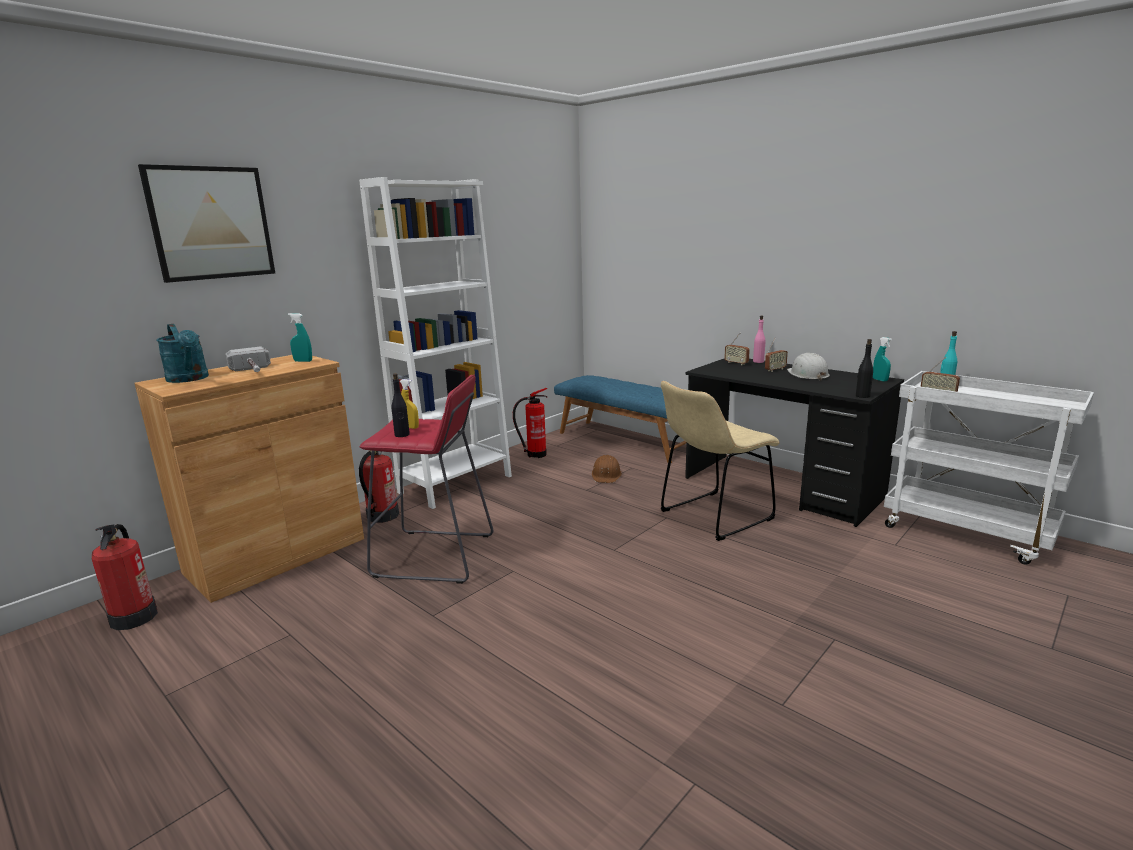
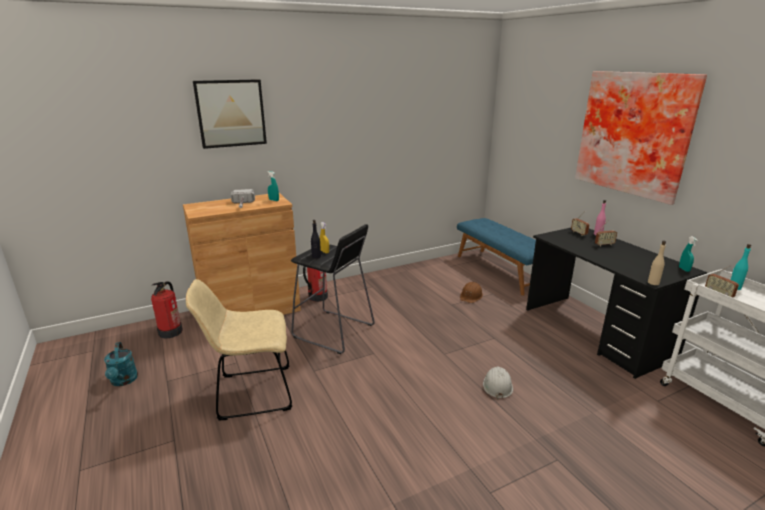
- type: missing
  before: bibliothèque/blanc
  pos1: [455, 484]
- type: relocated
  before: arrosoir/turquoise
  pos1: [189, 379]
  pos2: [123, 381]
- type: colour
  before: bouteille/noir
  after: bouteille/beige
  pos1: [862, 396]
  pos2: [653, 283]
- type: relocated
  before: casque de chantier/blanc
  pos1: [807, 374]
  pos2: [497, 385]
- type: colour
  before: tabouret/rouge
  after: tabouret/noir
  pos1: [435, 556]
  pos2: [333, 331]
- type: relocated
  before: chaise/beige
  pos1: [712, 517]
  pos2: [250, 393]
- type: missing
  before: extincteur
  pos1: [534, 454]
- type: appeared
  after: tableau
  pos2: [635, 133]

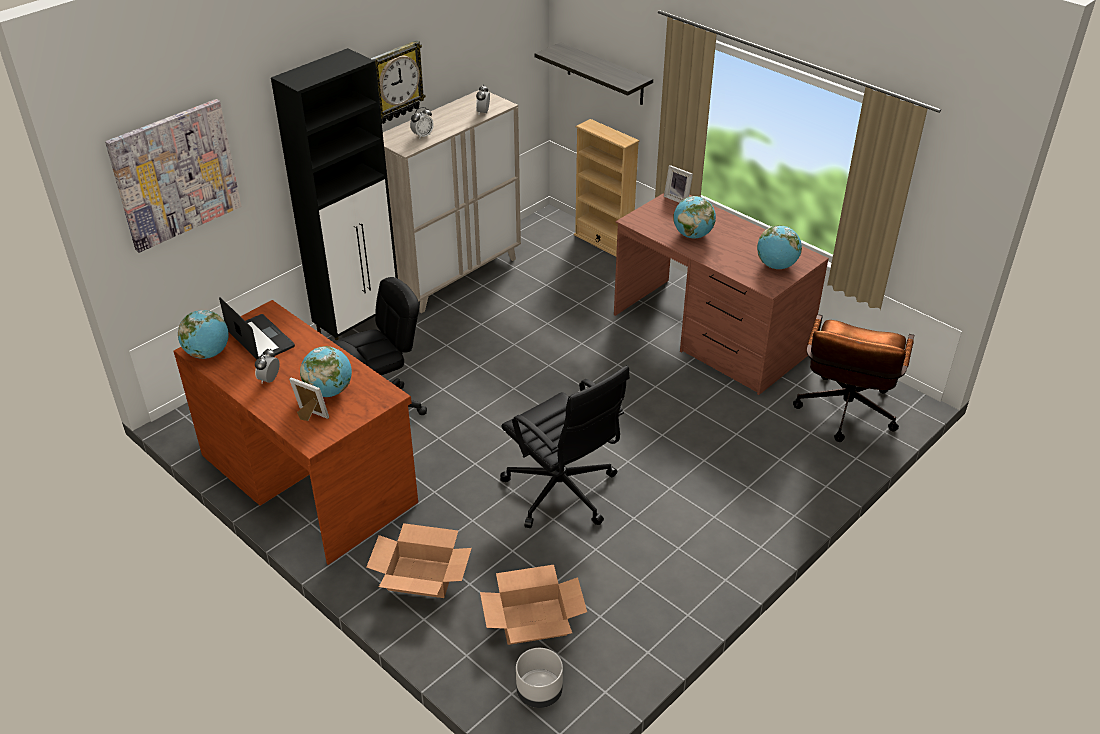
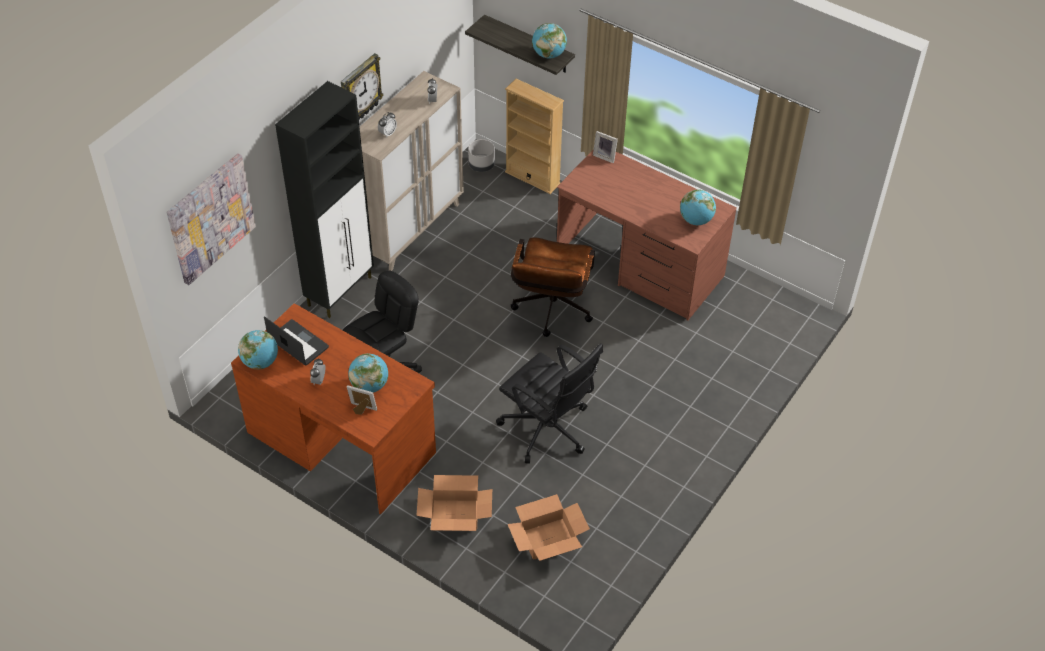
- type: relocated
  before: globe
  pos1: [692, 235]
  pos2: [549, 54]
- type: relocated
  before: chaise de bureau/marron
  pos1: [844, 415]
  pos2: [551, 312]
- type: relocated
  before: cache-pot/gris
  pos1: [539, 692]
  pos2: [481, 166]

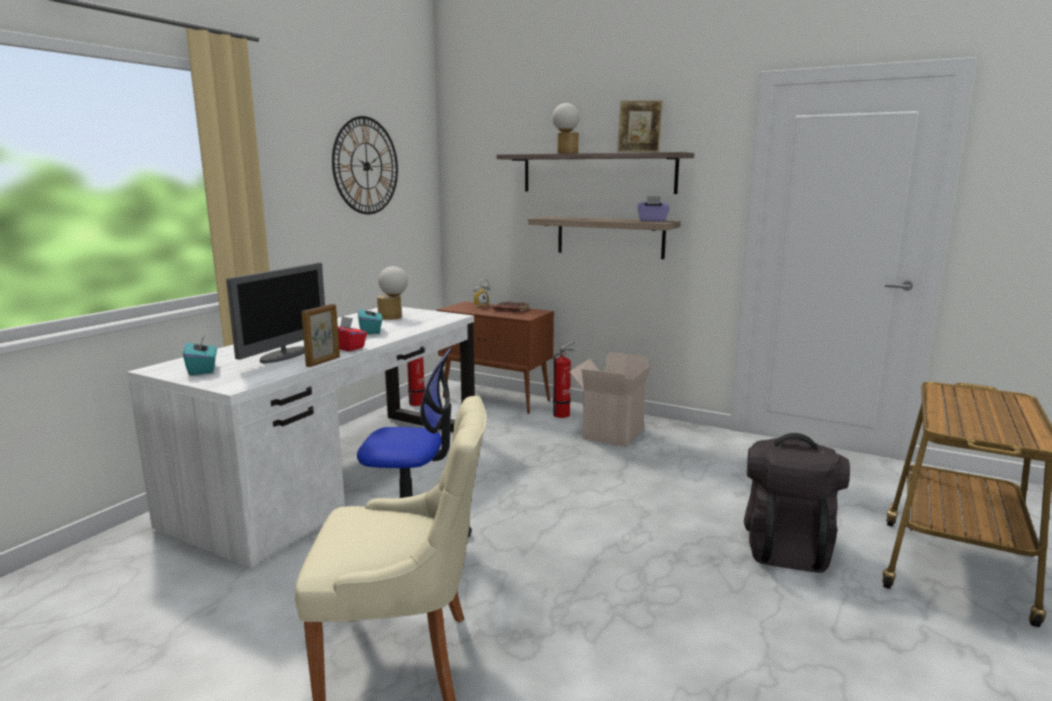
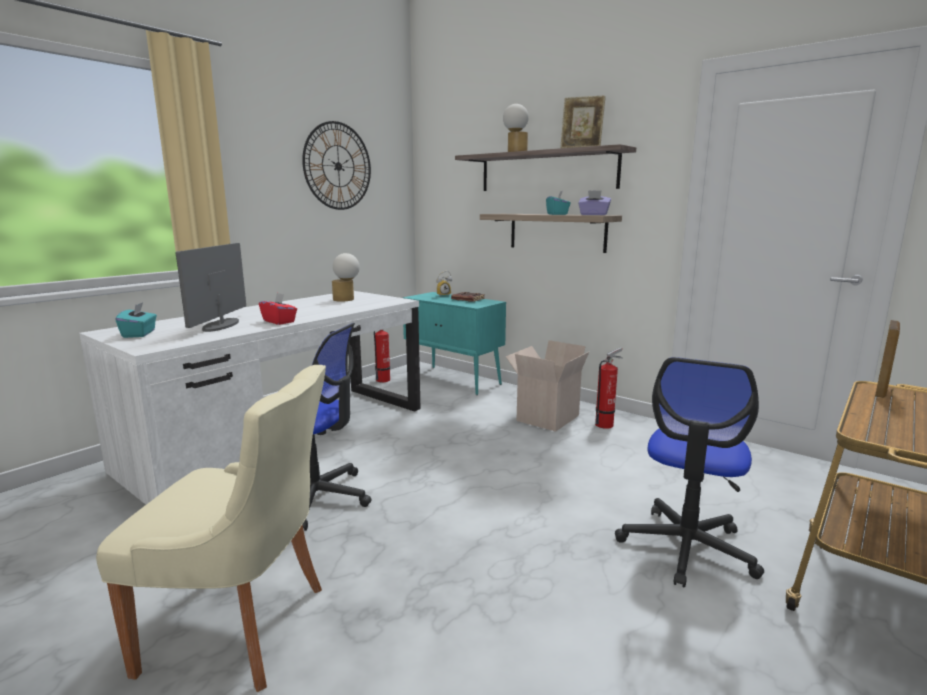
- type: spun
  before: écran d'ordinateur
  pos1: [285, 355]
  pos2: [220, 325]
  turn: 150
- type: colour
  before: meuble de rangement/marron
  after: meuble de rangement/turquoise
  pos1: [497, 399]
  pos2: [454, 380]
- type: relocated
  before: cadre photo
  pos1: [323, 361]
  pos2: [881, 390]
- type: relocated
  before: boîte à mouchoirs/turquoise
  pos1: [370, 331]
  pos2: [557, 214]
- type: relocated
  before: extincteur
  pos1: [563, 414]
  pos2: [606, 424]
- type: exchanged
  before: sac à dos/noir
  after: chaise de bureau
  pos1: [786, 546]
  pos2: [686, 548]

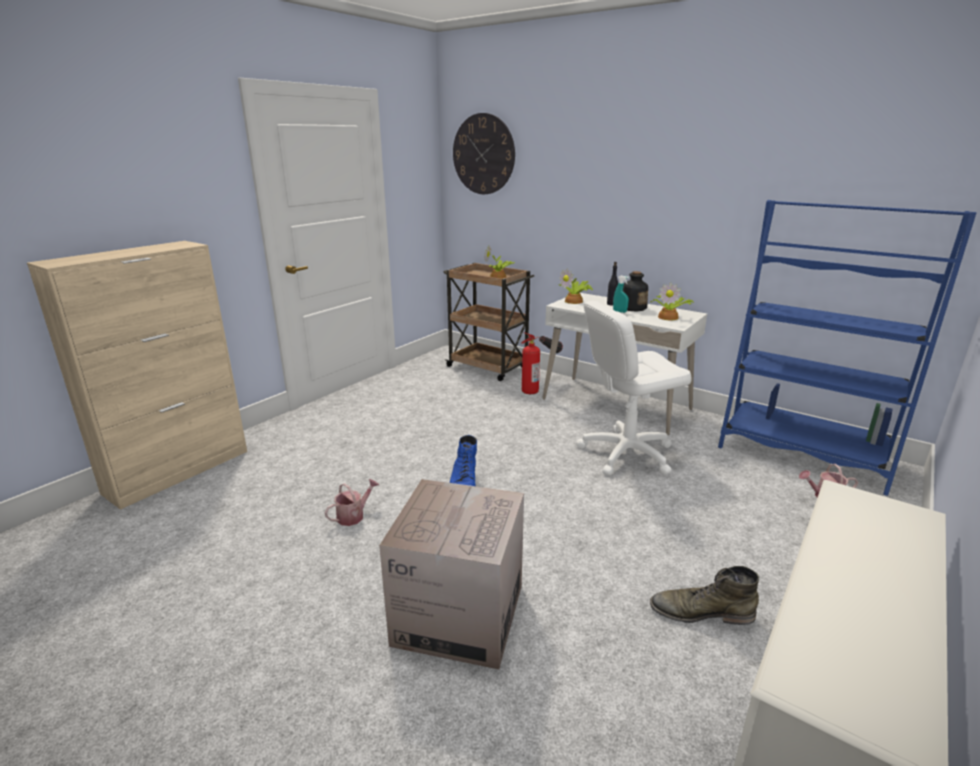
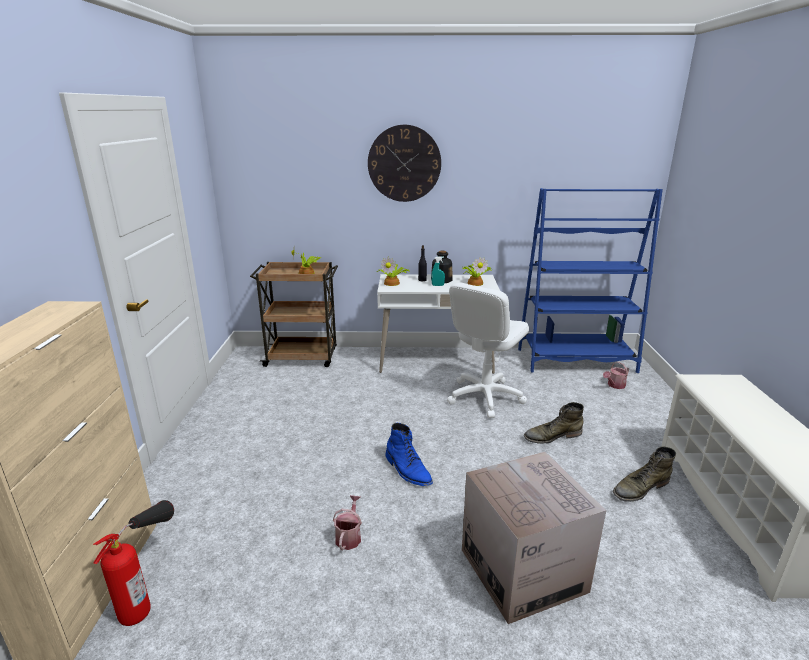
- type: relocated
  before: horloge murale
  pos1: [483, 154]
  pos2: [404, 164]
- type: relocated
  before: extincteur
  pos1: [539, 386]
  pos2: [150, 589]
- type: appeared
  after: botte/vert
  pos2: [552, 436]

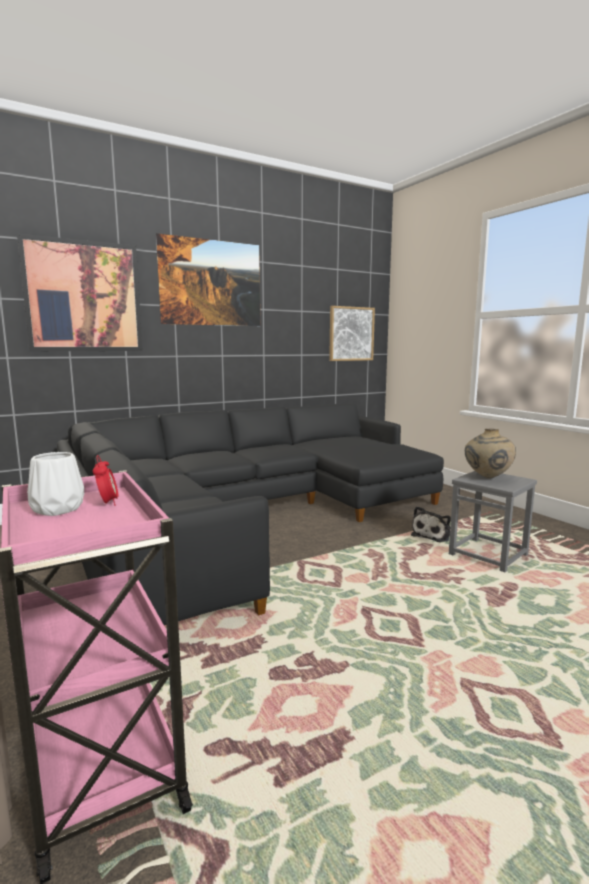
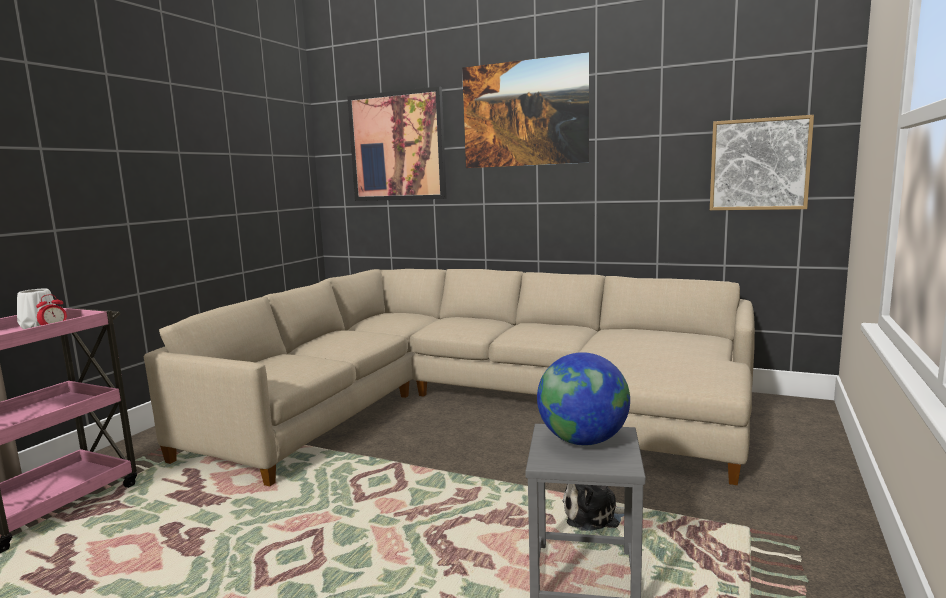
- type: colour
  before: canapé/noir
  after: canapé/beige
  pos1: [248, 518]
  pos2: [477, 405]
- type: exchanged
  before: vase/beige
  after: globe
  pos1: [487, 478]
  pos2: [583, 441]

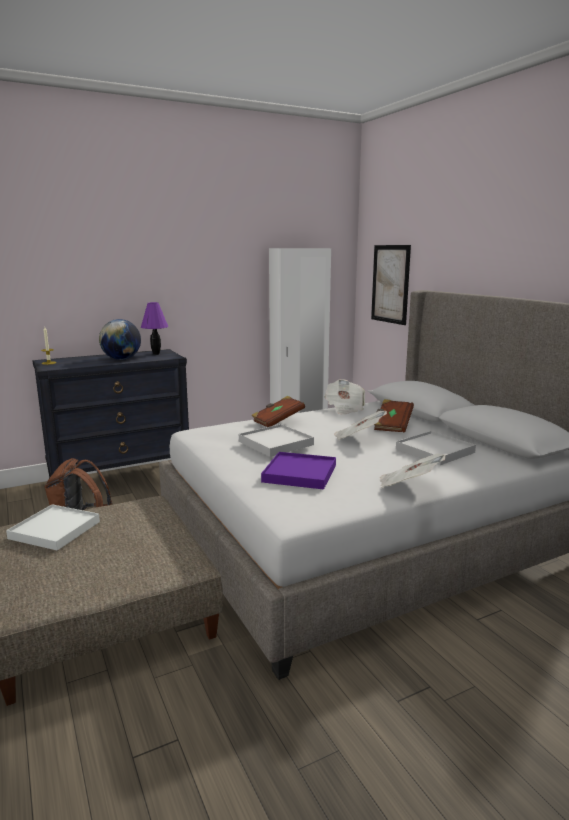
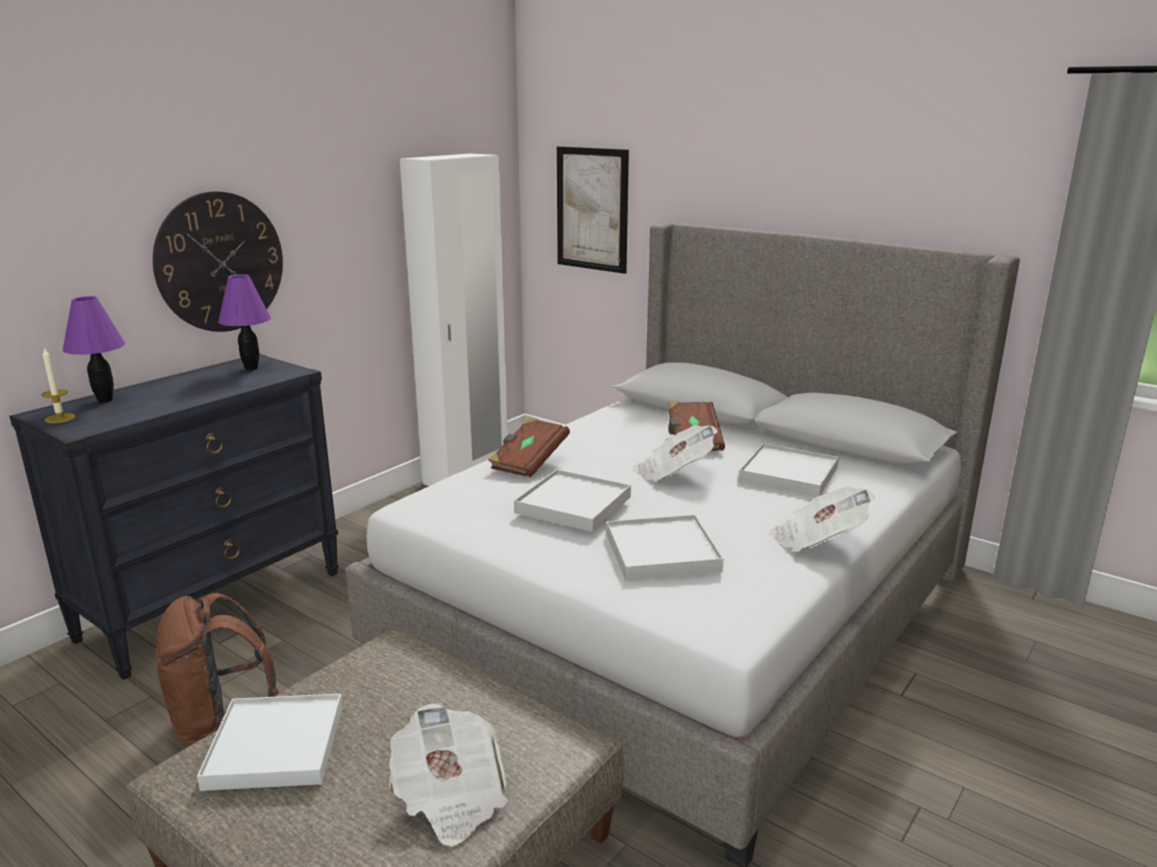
- type: missing
  before: globe
  pos1: [121, 359]
- type: relocated
  before: journal
  pos1: [344, 408]
  pos2: [450, 798]
- type: colour
  before: plateau/violet
  after: plateau/blanc
  pos1: [300, 474]
  pos2: [662, 552]
- type: appeared
  after: horloge murale
  pos2: [220, 262]
- type: appeared
  after: lampe de table/violet
  pos2: [104, 400]

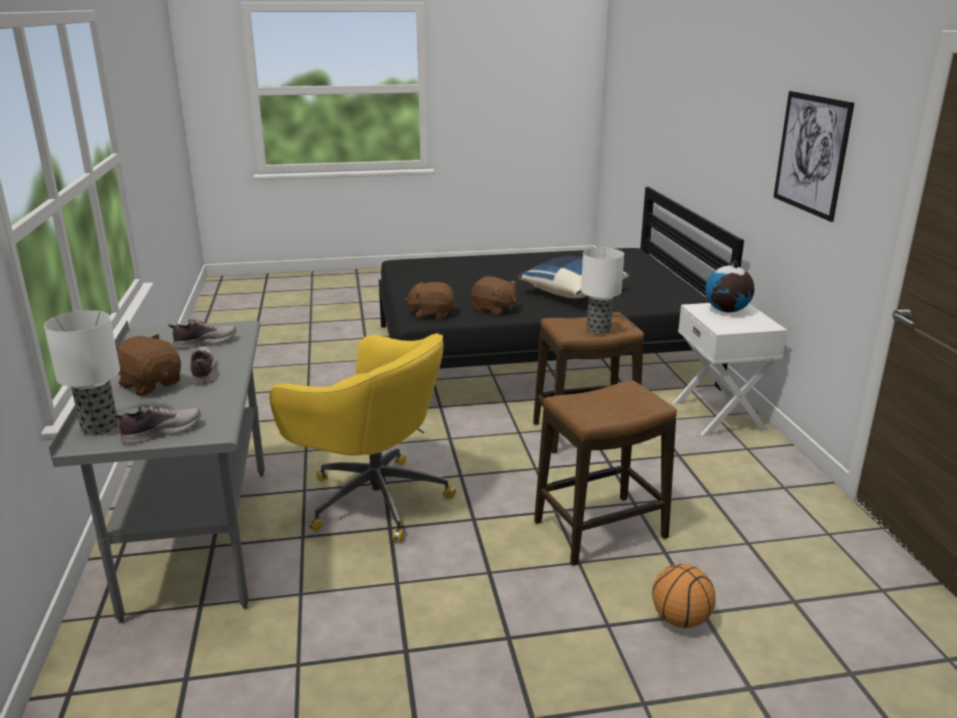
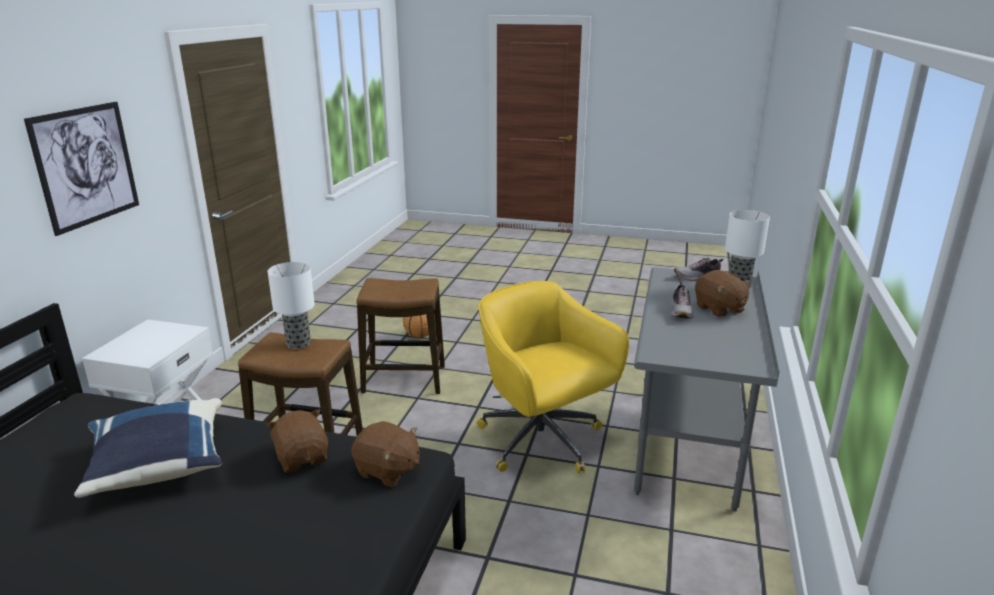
- type: missing
  before: globe
  pos1: [727, 311]
- type: missing
  before: chaussure
  pos1: [205, 342]

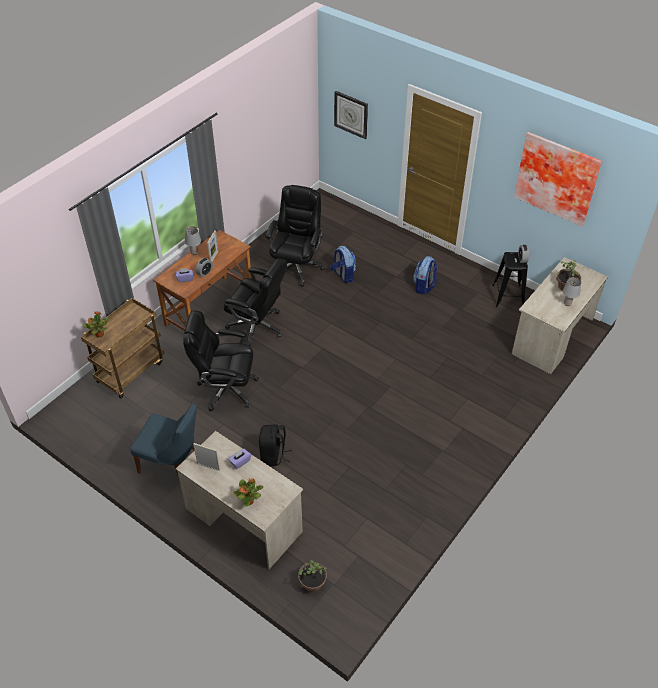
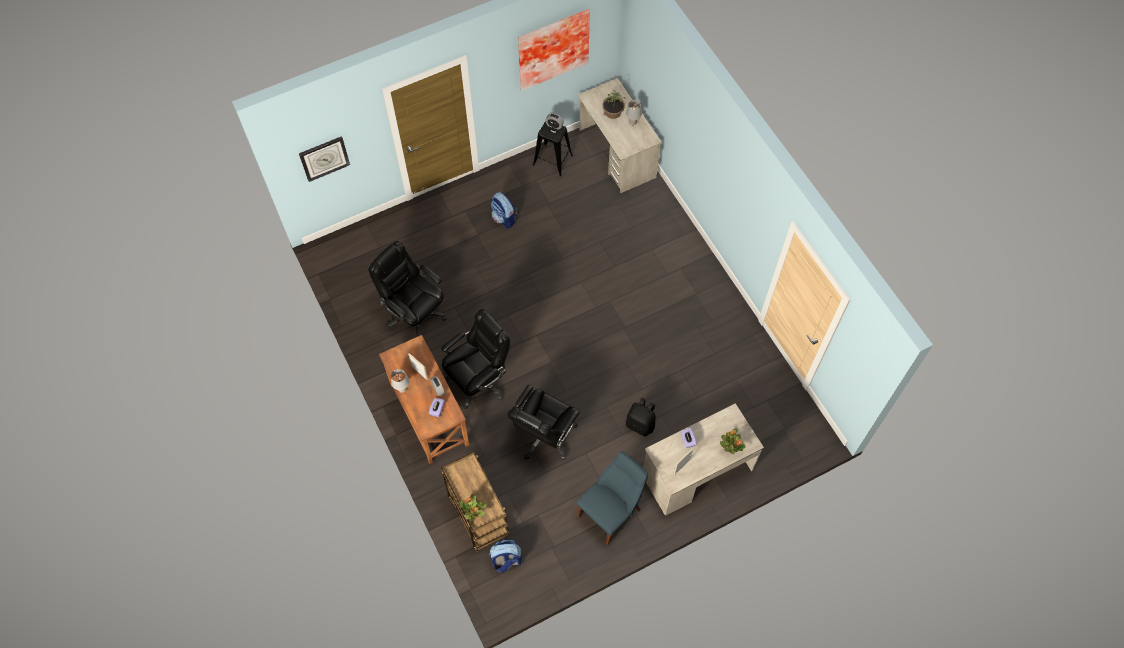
- type: relocated
  before: sac à dos
  pos1: [343, 275]
  pos2: [506, 560]
- type: missing
  before: plante en pot
  pos1: [312, 582]

